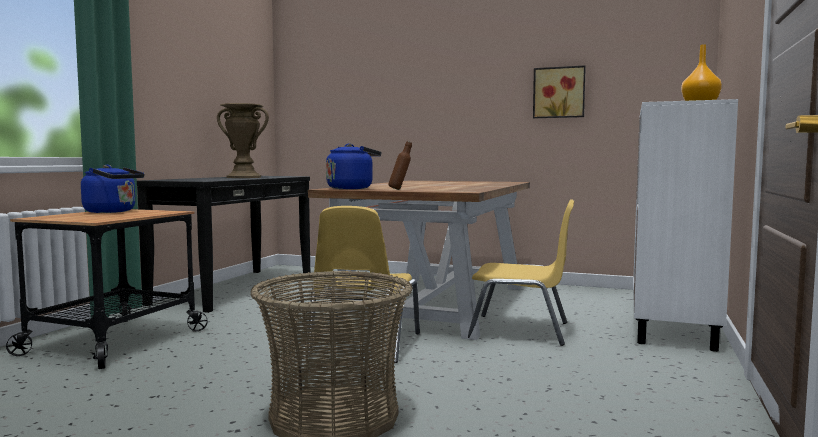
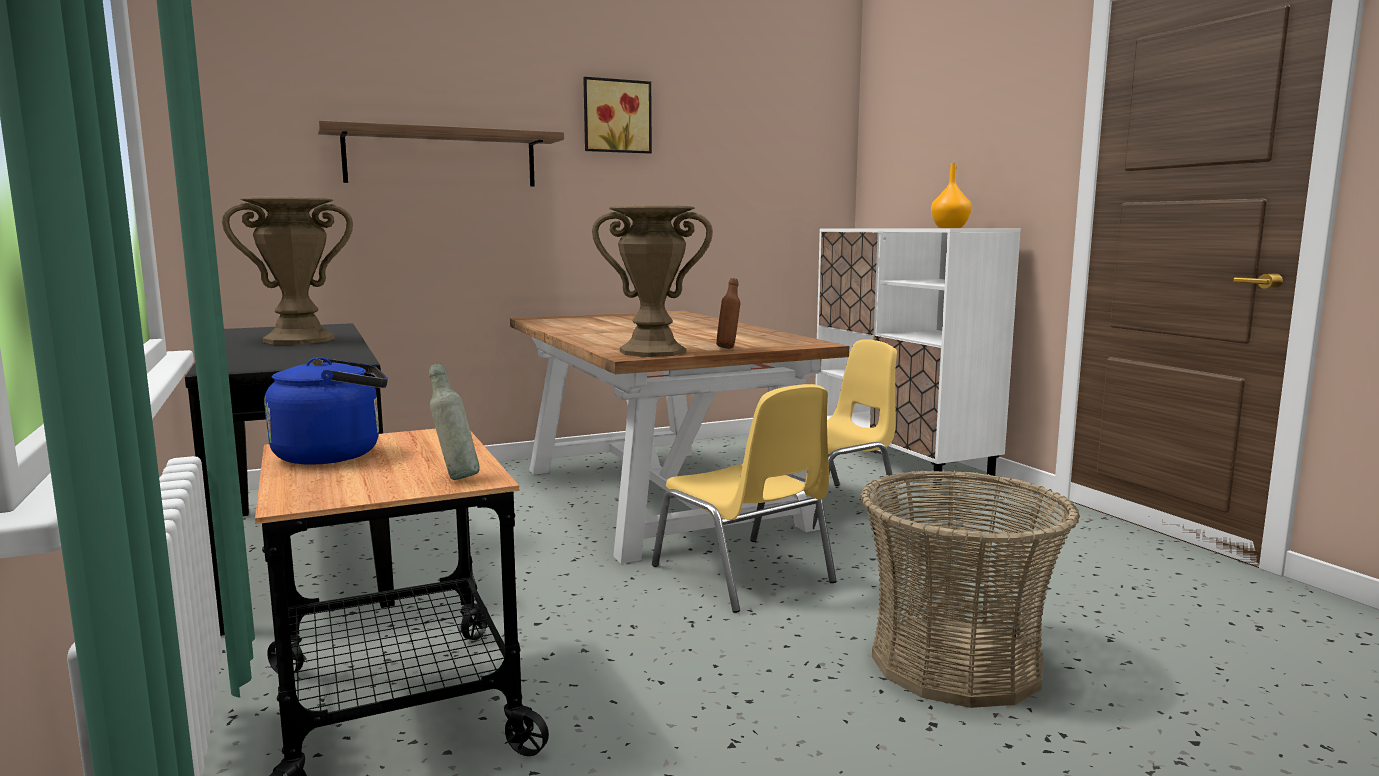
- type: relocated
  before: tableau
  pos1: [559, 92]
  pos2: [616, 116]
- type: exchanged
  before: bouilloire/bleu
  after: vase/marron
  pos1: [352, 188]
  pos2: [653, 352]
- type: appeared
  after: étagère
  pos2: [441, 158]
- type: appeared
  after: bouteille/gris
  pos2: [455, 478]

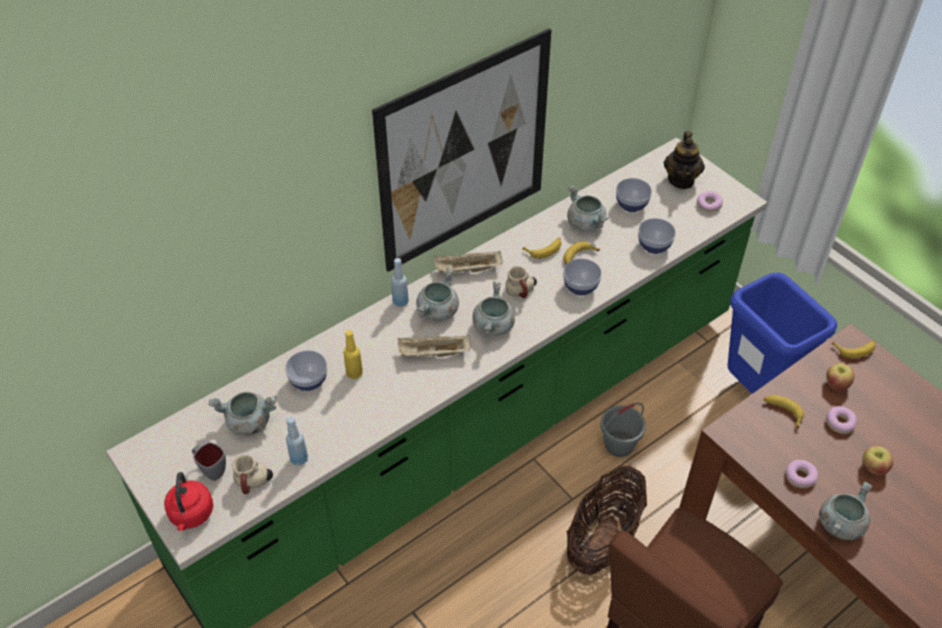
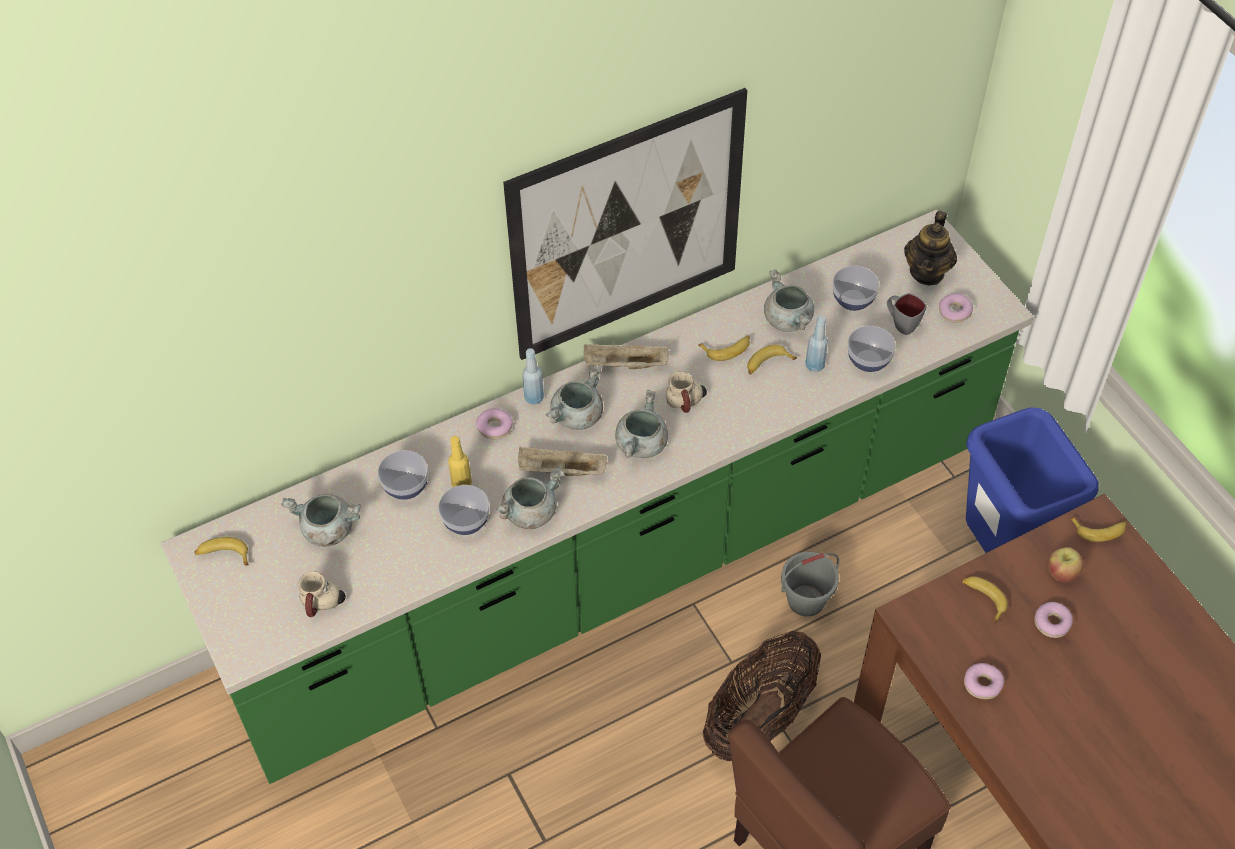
- type: relocated
  before: bol
  pos1: [580, 287]
  pos2: [466, 522]
- type: relocated
  before: bouteille/bleu
  pos1: [299, 459]
  pos2: [815, 365]
- type: relocated
  before: mug/gris
  pos1: [211, 470]
  pos2: [901, 324]
- type: missing
  before: pomme
  pos1: [873, 468]
- type: missing
  before: bouilloire/rouge
  pos1: [191, 515]
- type: relocated
  before: marmite/gris
  pos1: [840, 523]
  pos2: [530, 512]
- type: appeared
  after: beignet
  pos2: [494, 427]
- type: appeared
  after: banane
  pos2: [223, 555]

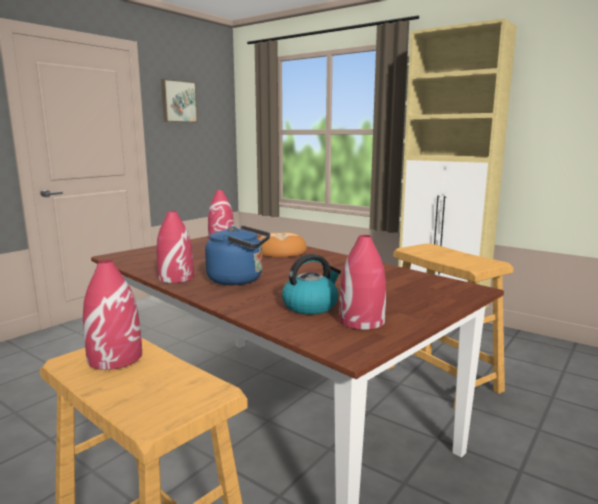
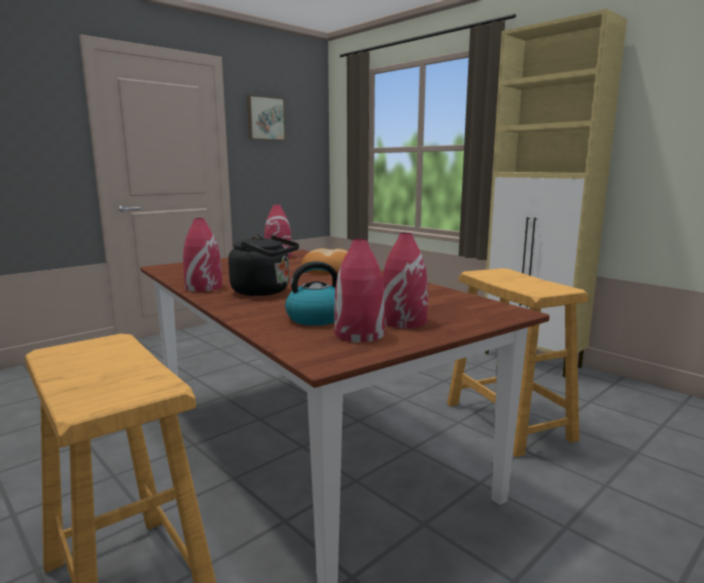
- type: colour
  before: bouilloire/bleu
  after: bouilloire/noir
  pos1: [239, 280]
  pos2: [264, 292]
- type: relocated
  before: vase/rouge
  pos1: [115, 357]
  pos2: [403, 321]

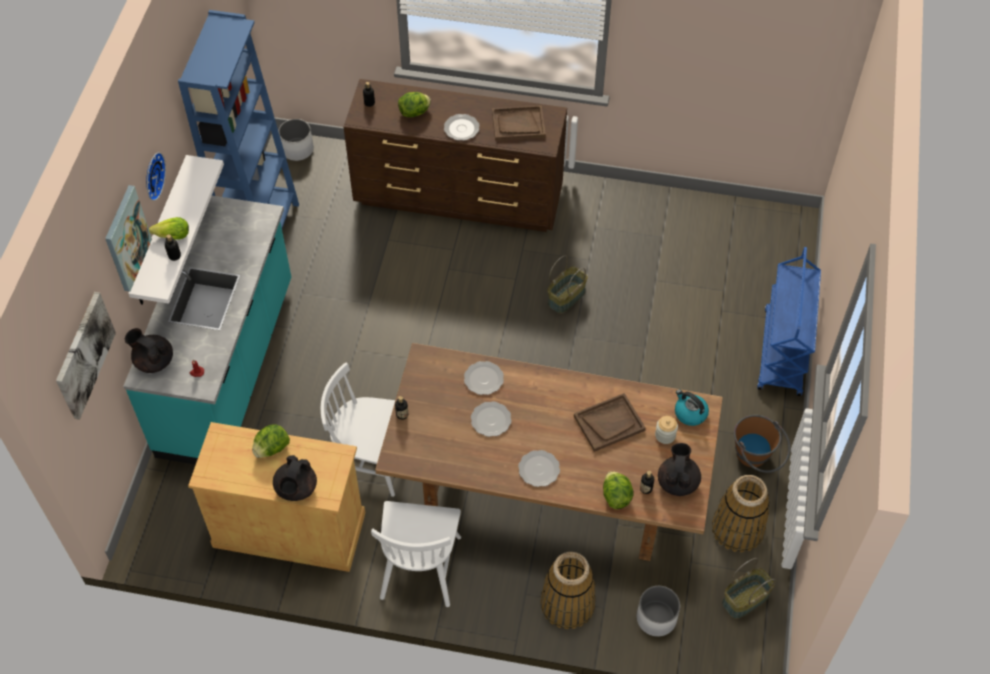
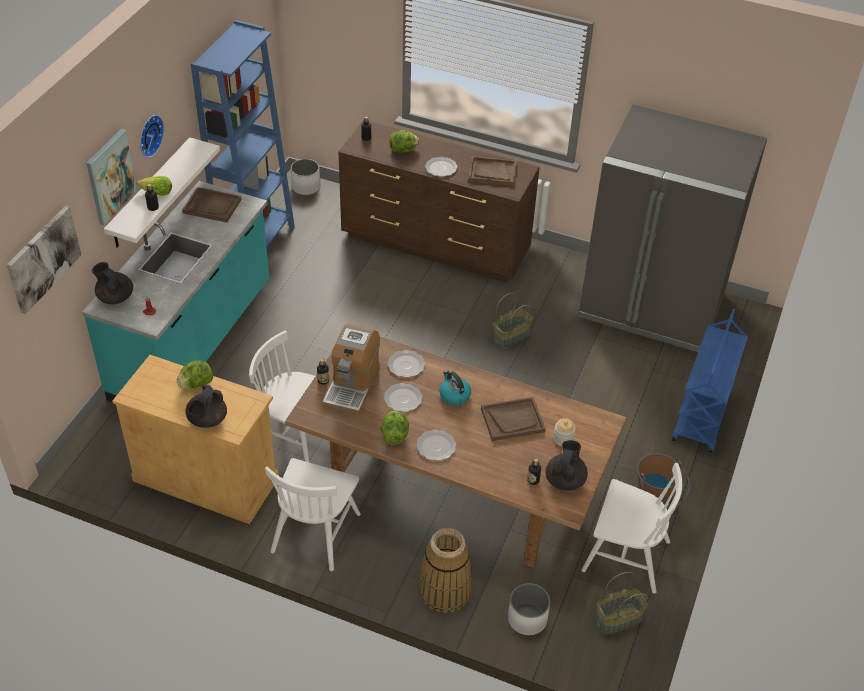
- type: relocated
  before: bouilloire
  pos1: [690, 413]
  pos2: [454, 395]
- type: relocated
  before: laitue
  pos1: [616, 496]
  pos2: [394, 435]
- type: exchanged
  before: panier
  after: chaise/blanc
  pos1: [737, 529]
  pos2: [625, 555]
- type: appeared
  after: réfrigérateur/gris
  pos2: [652, 307]
- type: appeared
  after: plateau/marron
  pos2: [212, 206]
- type: appeared
  after: machine à café
  pos2: [352, 386]

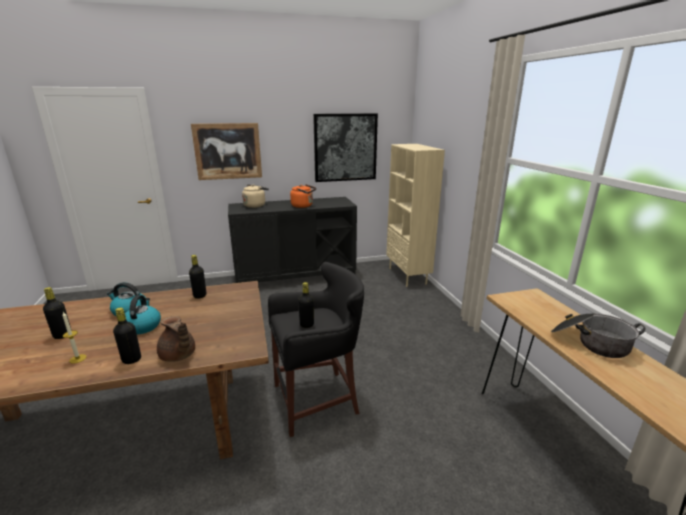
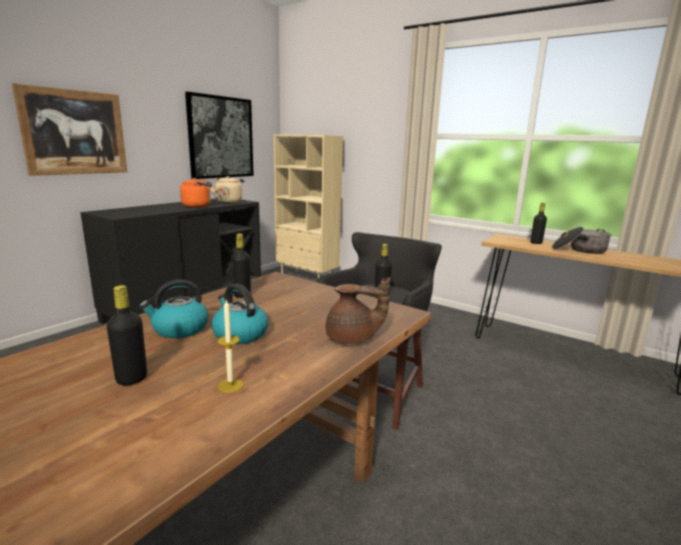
- type: relocated
  before: bouilloire/beige
  pos1: [255, 205]
  pos2: [229, 201]
- type: relocated
  before: bouteille/noir
  pos1: [131, 359]
  pos2: [536, 243]

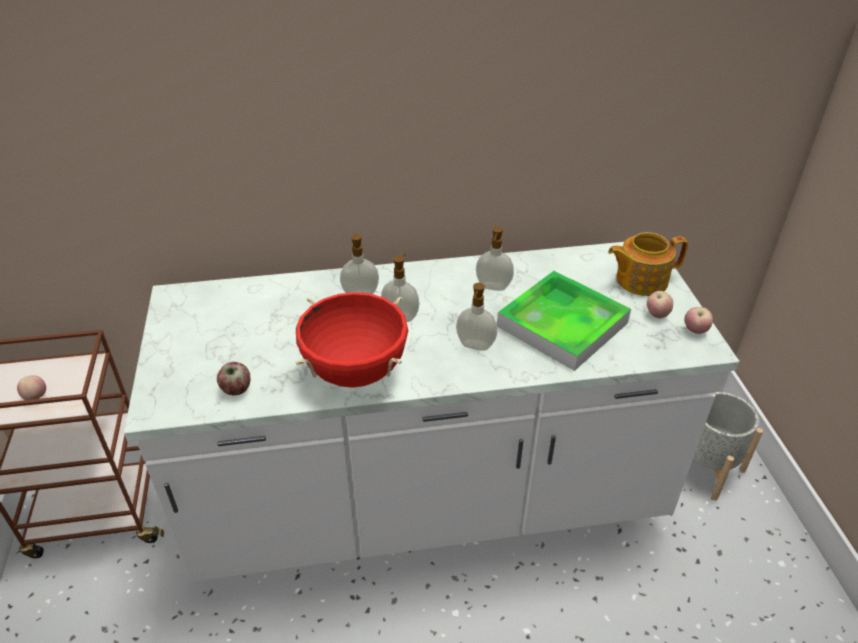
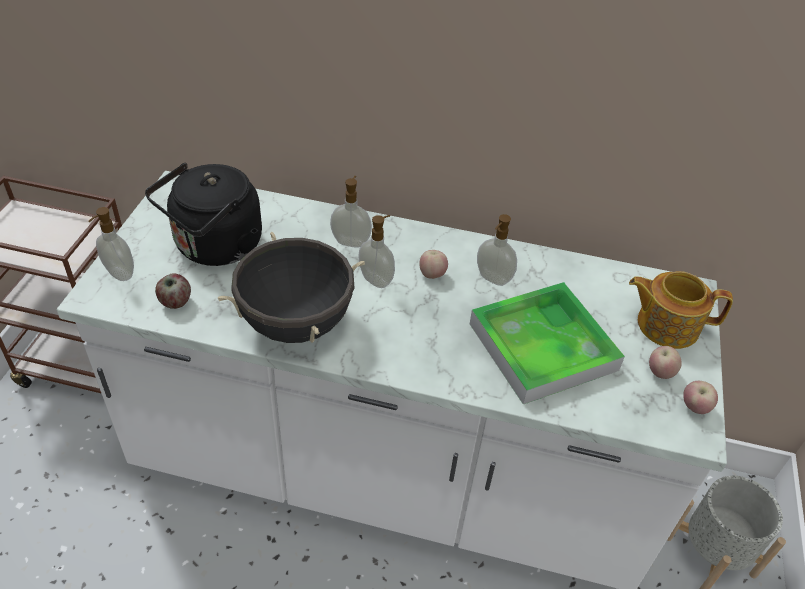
- type: relocated
  before: distributeur de savon
  pos1: [475, 346]
  pos2: [119, 274]
- type: colour
  before: marmite/rouge
  after: marmite/noir
  pos1: [355, 372]
  pos2: [295, 323]
- type: relocated
  before: pomme
  pos1: [36, 397]
  pos2: [432, 275]
- type: appeared
  after: bouilloire/noir
  pos2: [215, 248]

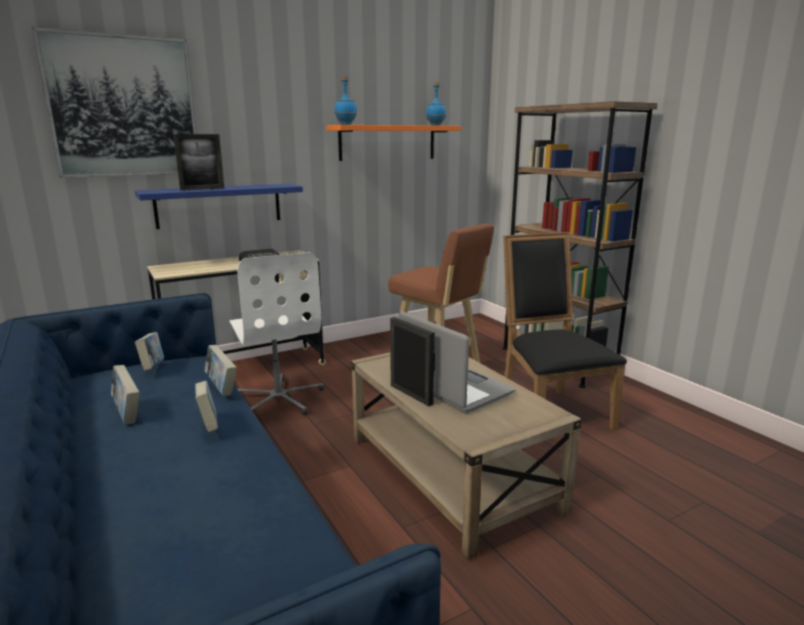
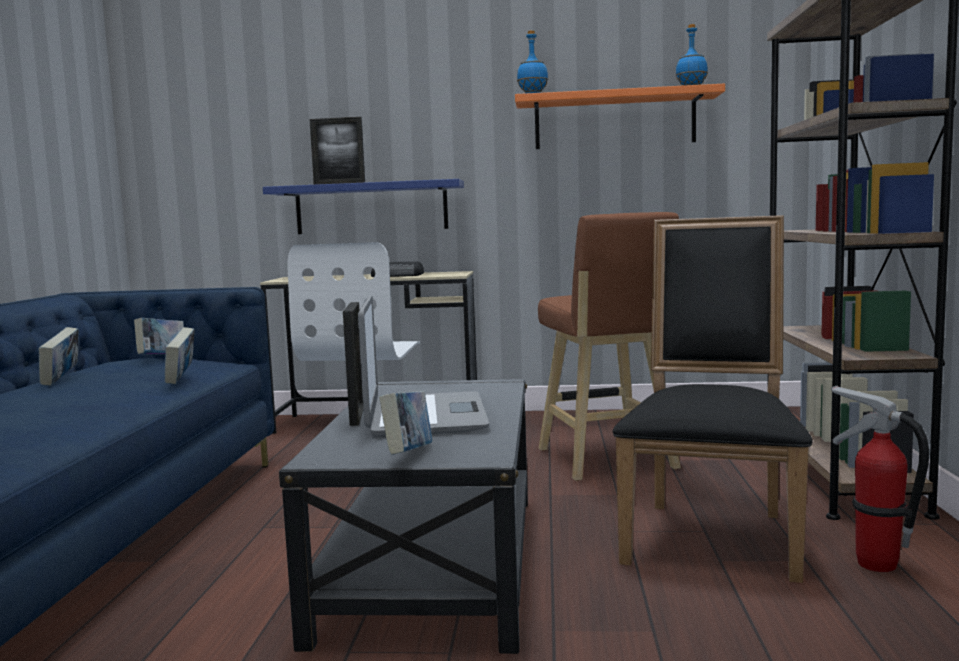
- type: missing
  before: tableau
  pos1: [124, 107]
- type: colour
  before: table basse/beige
  after: table basse/noir
  pos1: [450, 473]
  pos2: [433, 564]
- type: relocated
  before: livre
  pos1: [209, 426]
  pos2: [409, 455]
- type: appeared
  after: extincteur
  pos2: [875, 564]

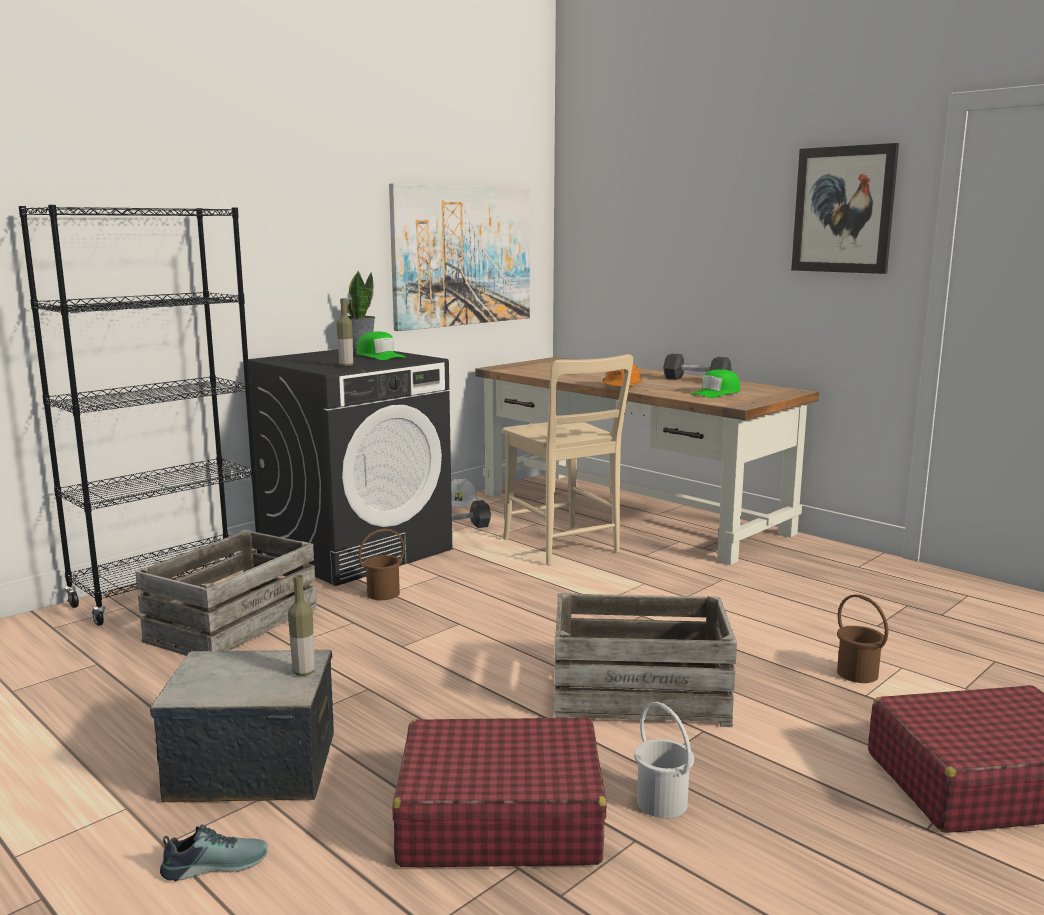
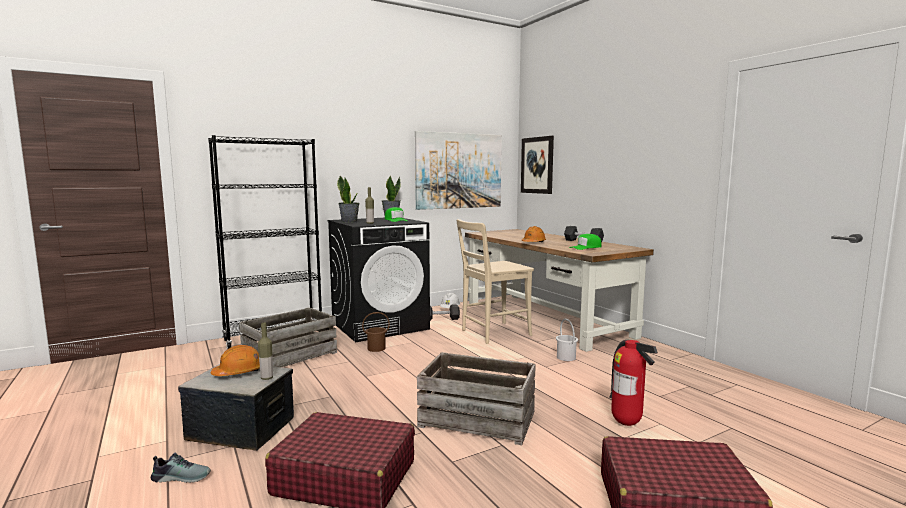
- type: relocated
  before: tableau
  pos1: [843, 210]
  pos2: [537, 165]
- type: spun
  before: chaise/beige
  pos1: [564, 547]
  pos2: [492, 333]
  turn: 75
- type: exchanged
  before: seau/marron
  after: extincteur
  pos1: [857, 673]
  pos2: [627, 423]
- type: relocated
  before: seau/blanc
  pos1: [662, 802]
  pos2: [566, 357]
- type: appeared
  after: plante en pot
  pos2: [349, 222]
- type: appeared
  after: casque de chantier/orange
  pos2: [239, 372]

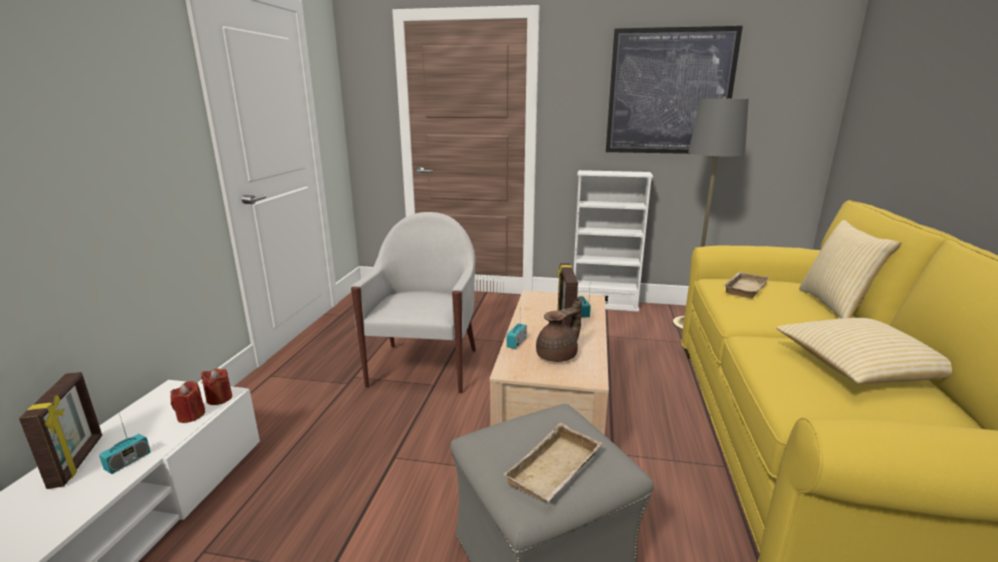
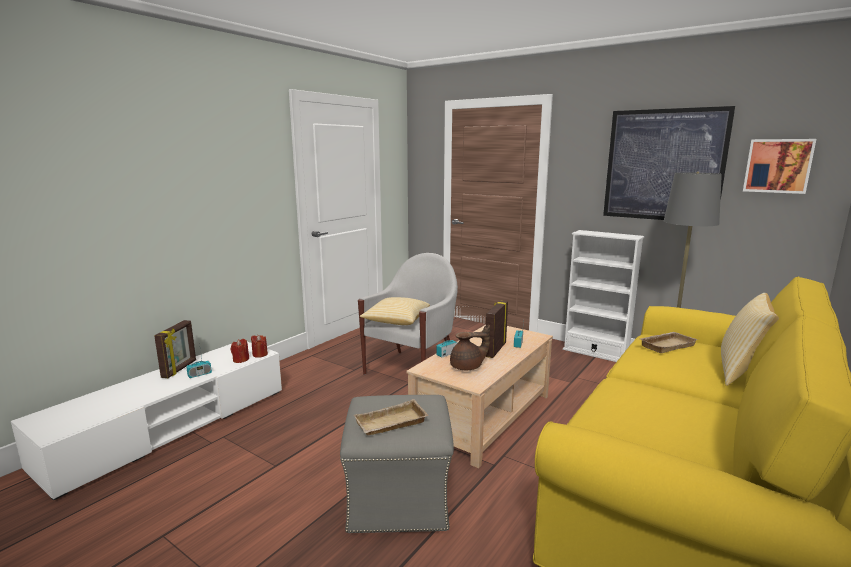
- type: relocated
  before: coussin
  pos1: [856, 369]
  pos2: [396, 321]
- type: appeared
  after: tableau
  pos2: [778, 166]

